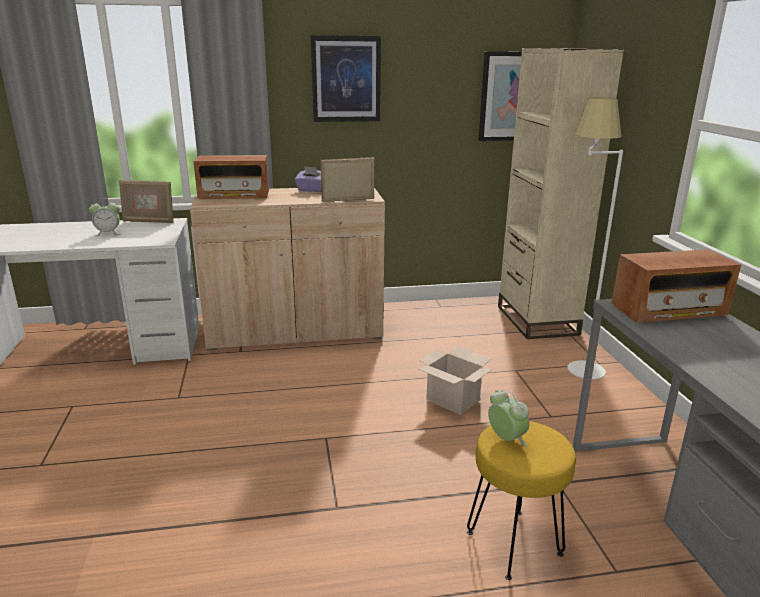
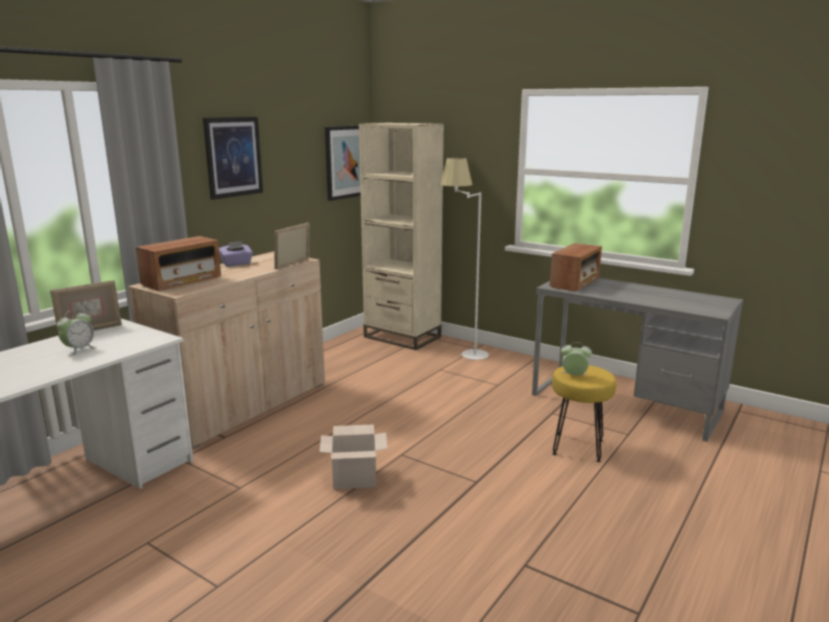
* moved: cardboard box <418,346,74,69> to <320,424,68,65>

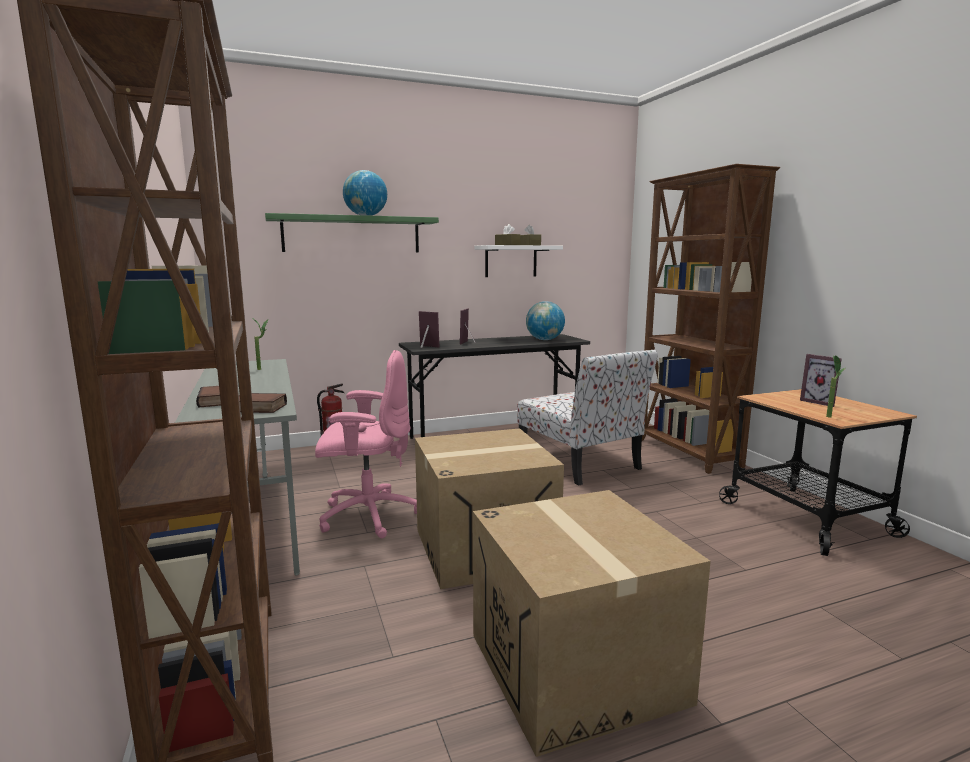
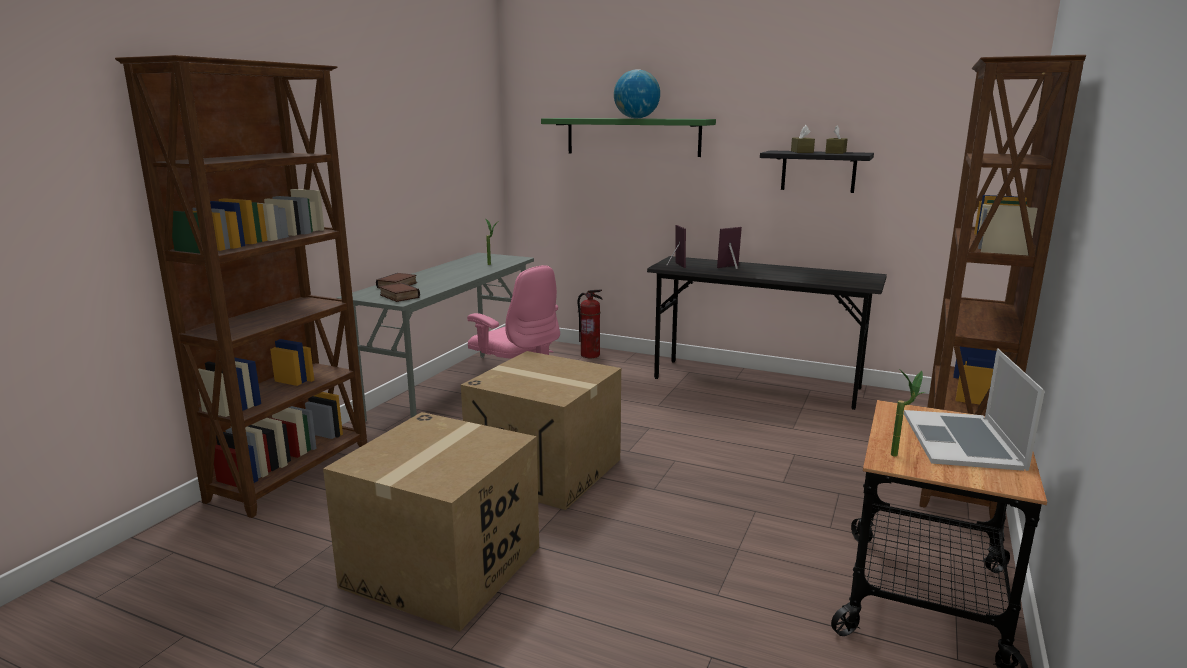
* recoloured: white shelf <474,245,89,32> to black shelf <760,150,114,43>
* removed: chair <517,350,141,135>
* removed: globe <526,301,39,39>
* replaced: picture frame <800,354,42,53> to laptop <904,348,141,123>

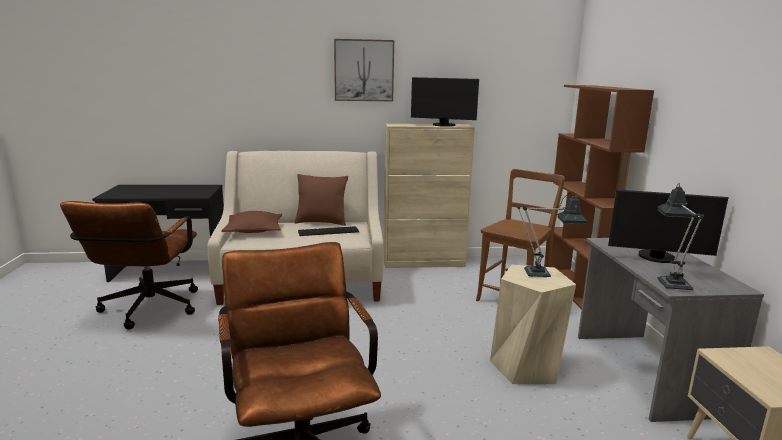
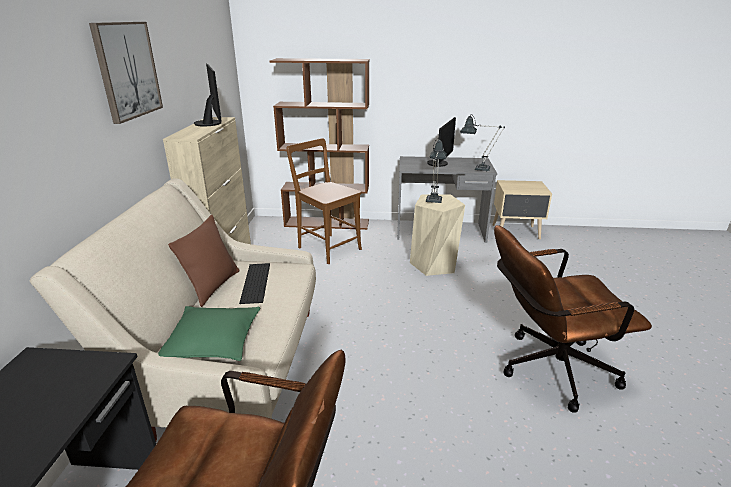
* recoloured: brown pillow <221,211,61,22> to green pillow <158,306,102,55>
* turned: monitor <411,77,68,50> = <194,64,28,62> 45 degrees counterclockwise

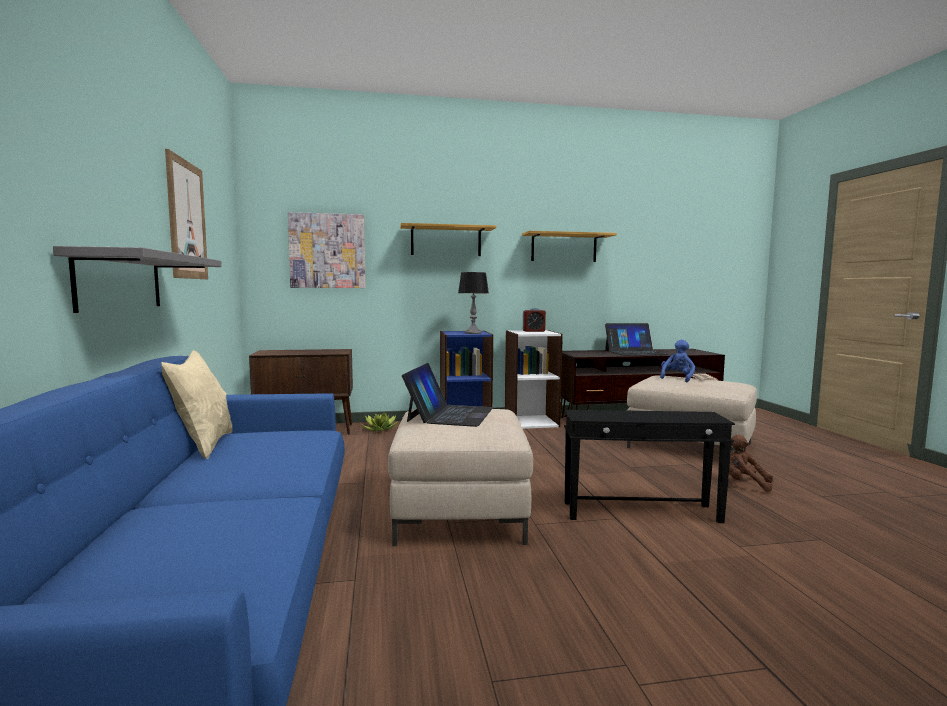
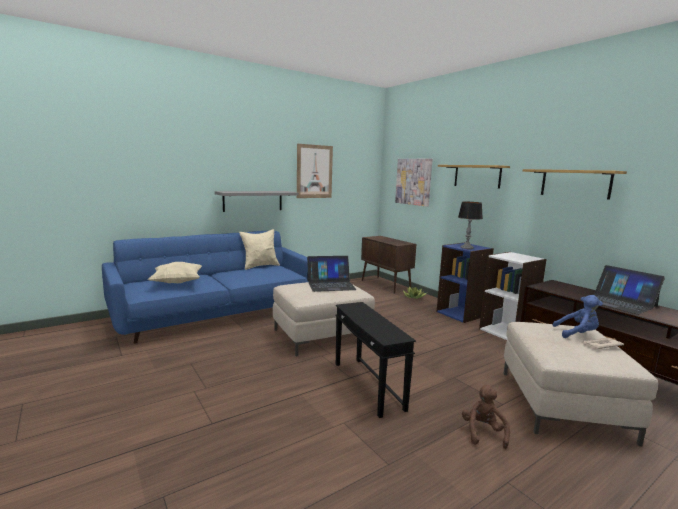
* removed: alarm clock <523,308,23,24>
* added: beige pillow <148,262,54,21>

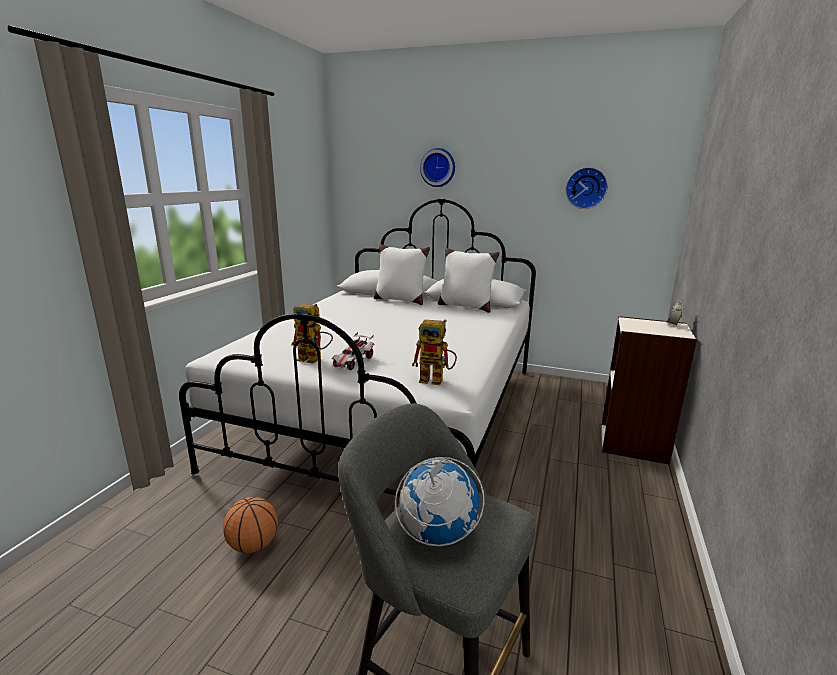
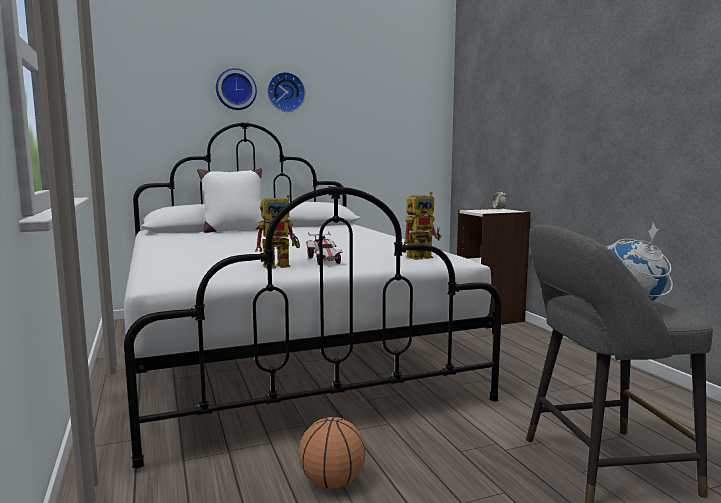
* removed: white pillow <438,248,61,65>
* moved: wall clock <565,167,43,42> to <267,72,39,40>

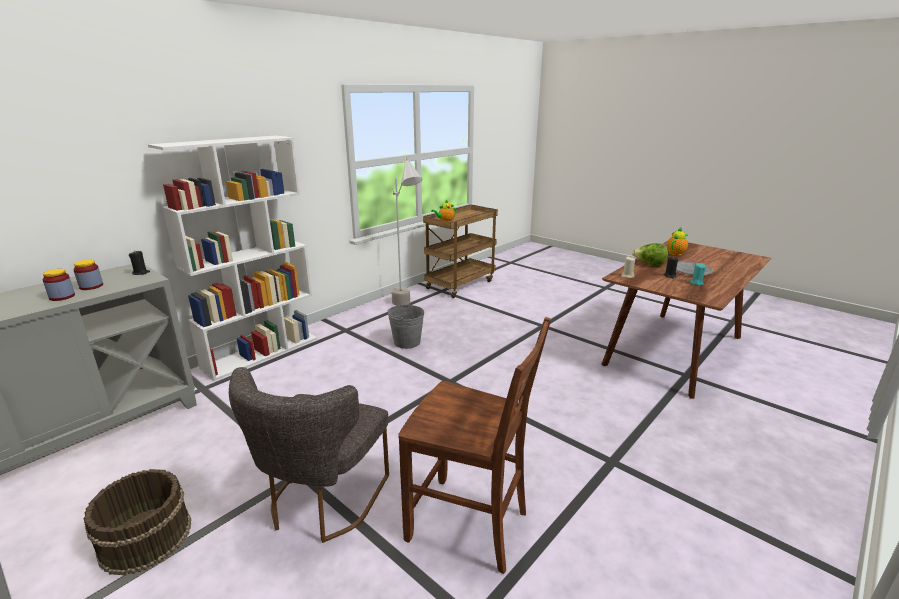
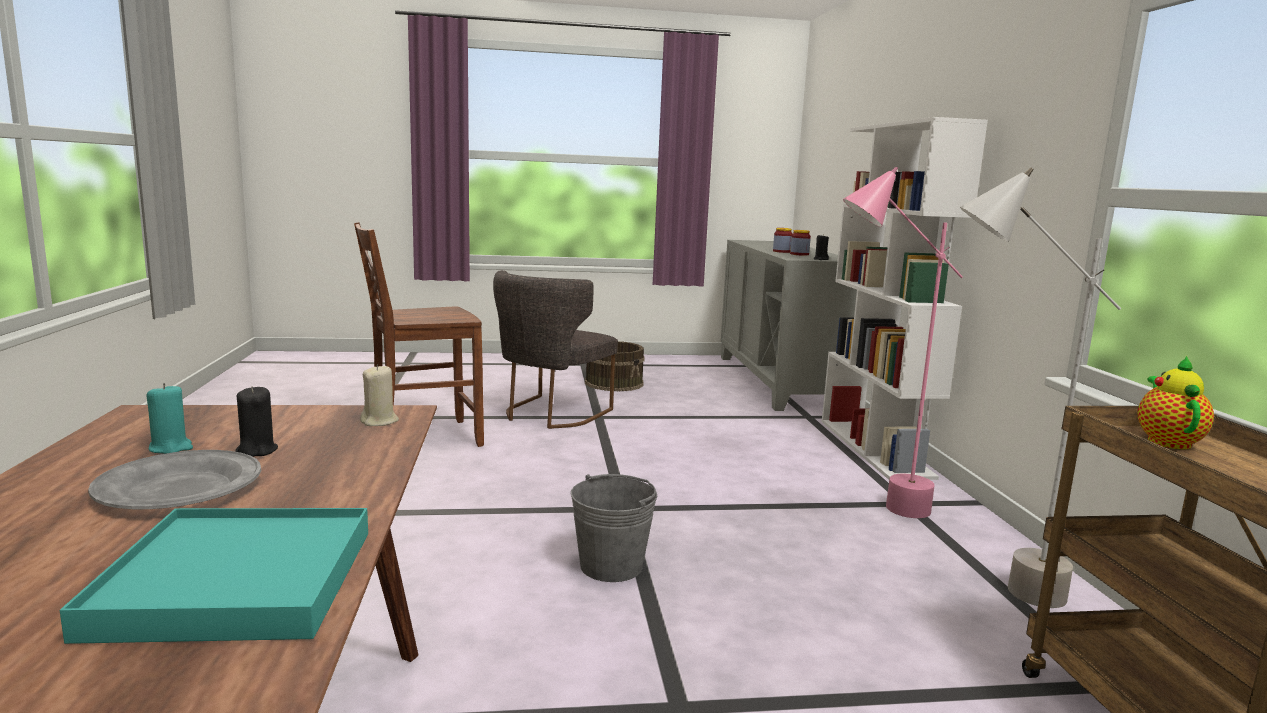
* turned: grey chair <229,367,160,176> = <493,270,125,159> 120 degrees counterclockwise
* moved: grey bucket <387,303,37,46> to <571,474,86,108>
* removed: lettuce <632,243,36,22>
* replaced: teapot <667,227,21,29> to turquoise tray <60,508,308,136>
* added: pink floor lamp <843,167,120,351>

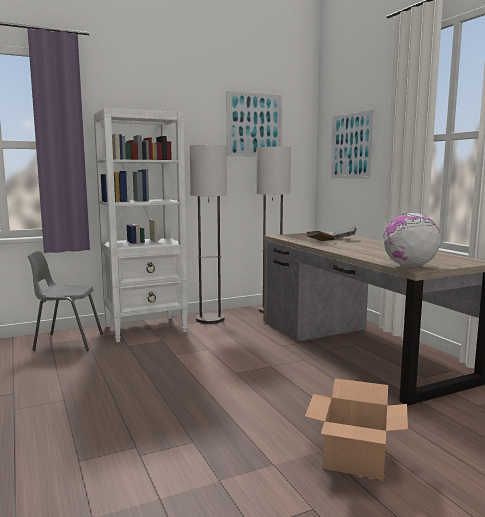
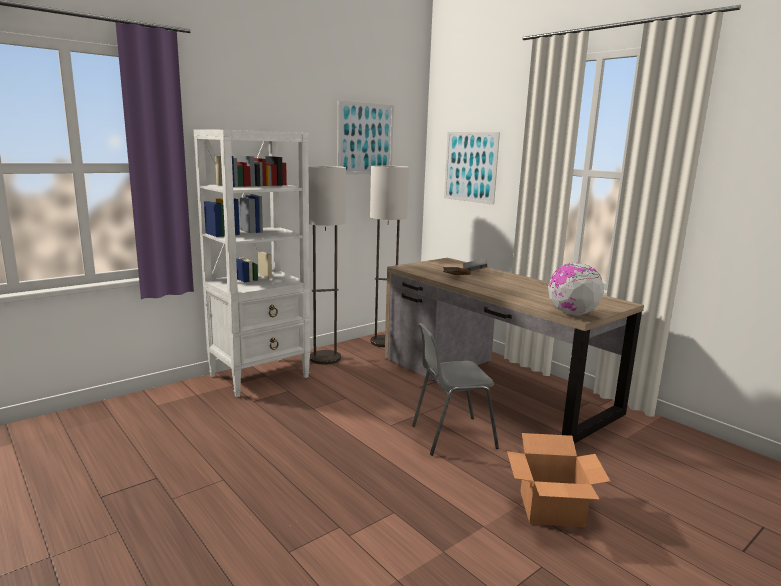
* moved: grey chair <27,251,76,100> to <412,323,87,133>

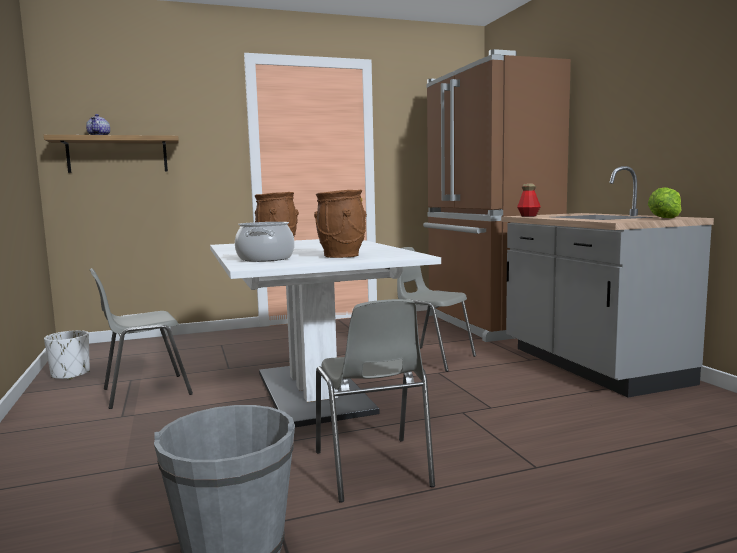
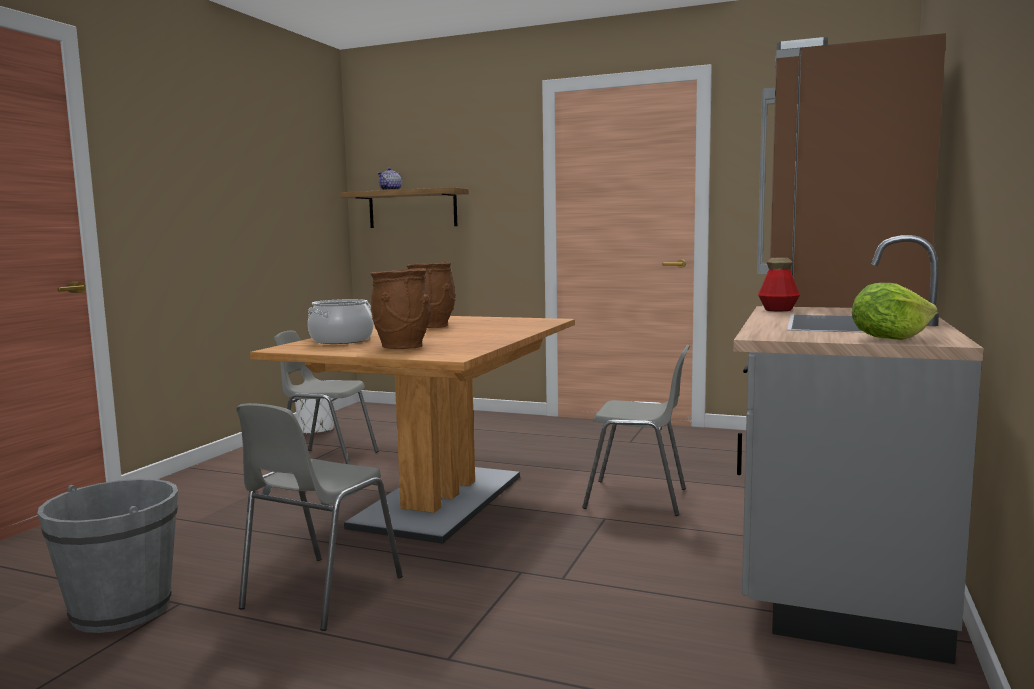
* recoloured: white dining table <210,239,231,188> to brown dining table <250,316,325,228>
* turned: grey chair <397,247,79,125> = <582,345,108,171> 120 degrees clockwise

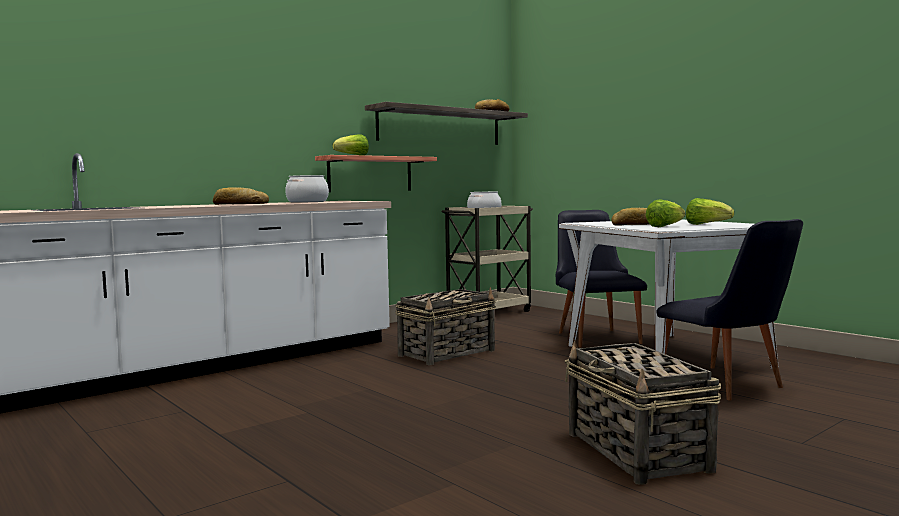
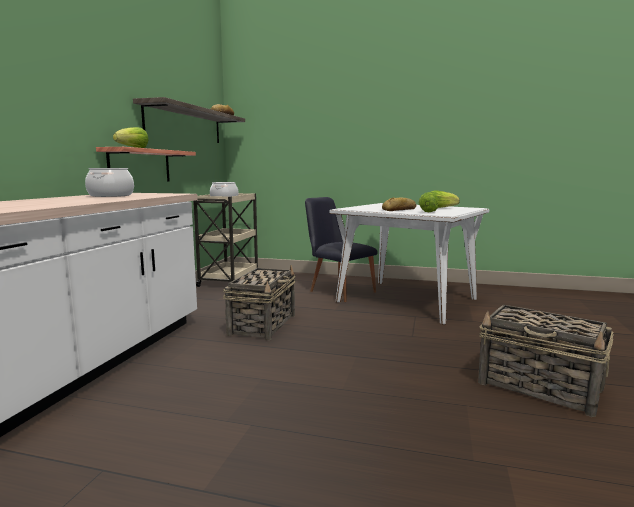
* removed: bread <213,187,56,18>
* removed: black chair <656,219,147,181>

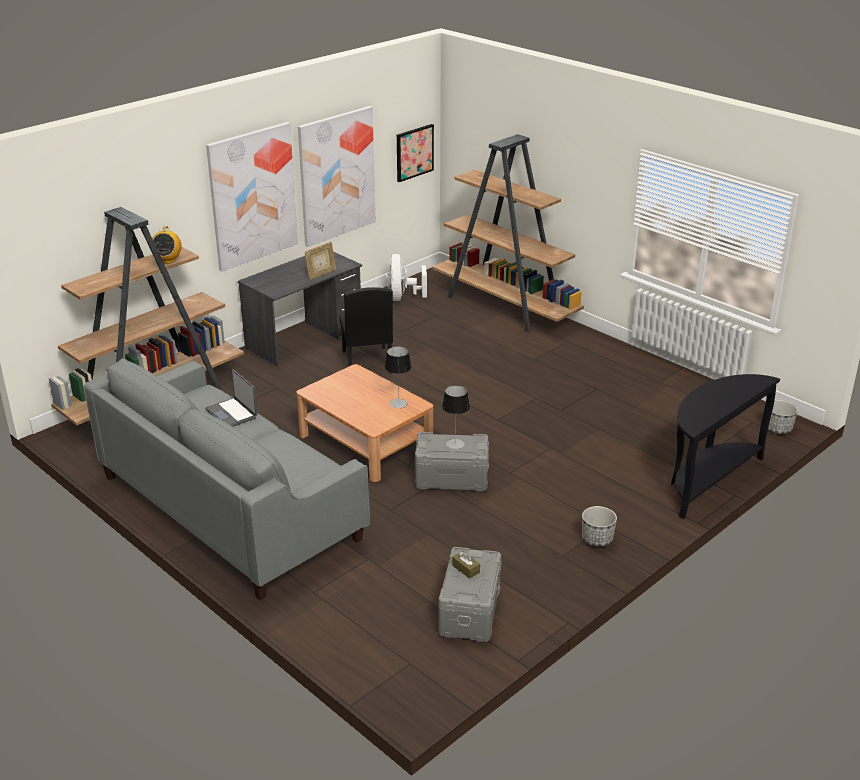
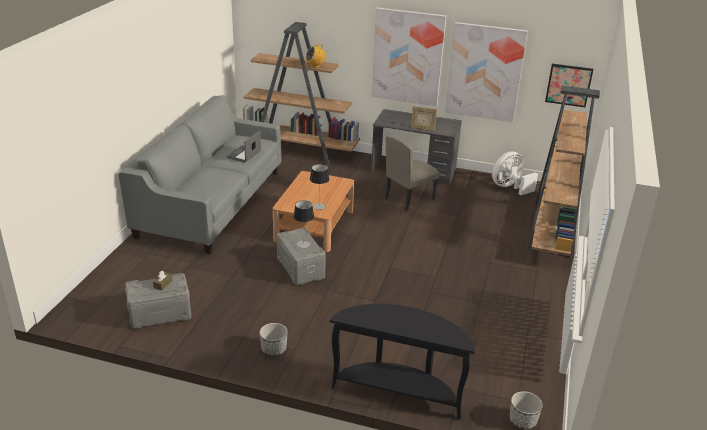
* recoloured: black chair <339,287,54,87> to beige chair <384,136,56,76>

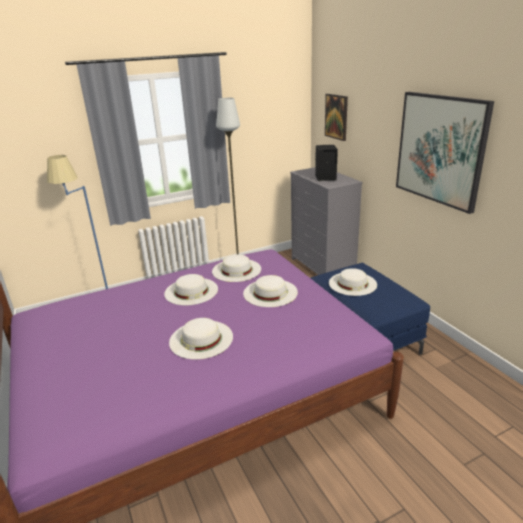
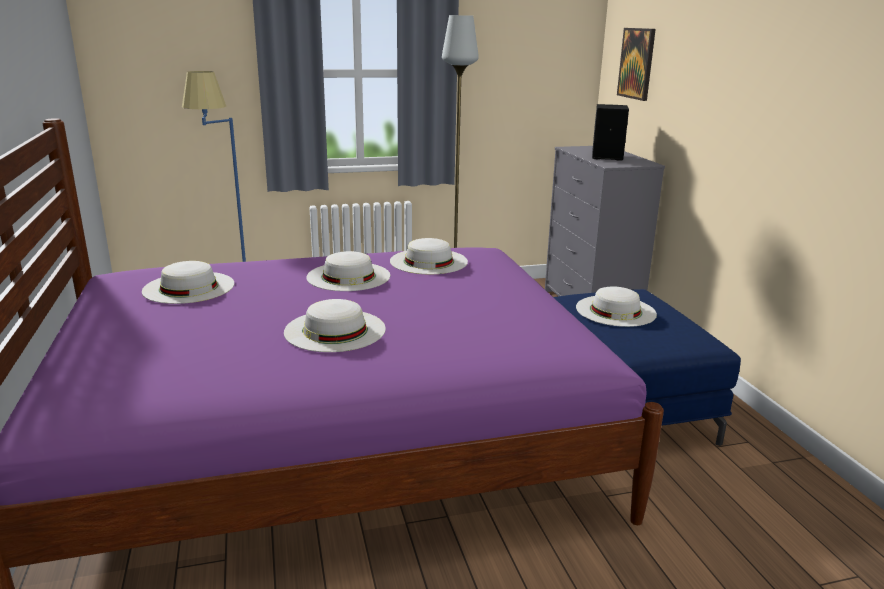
* moved: white hat <243,275,55,32> to <142,261,92,43>
* removed: picture <396,92,98,122>

